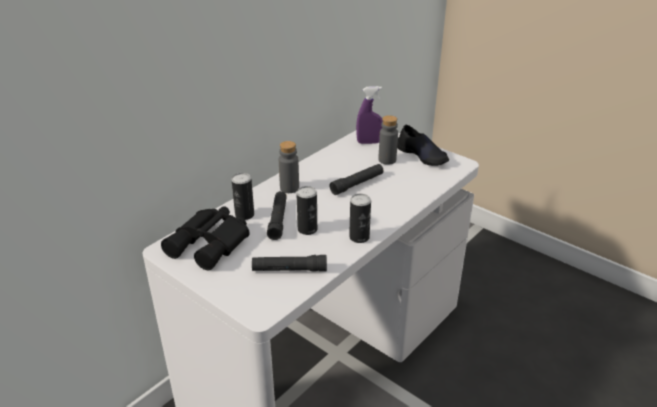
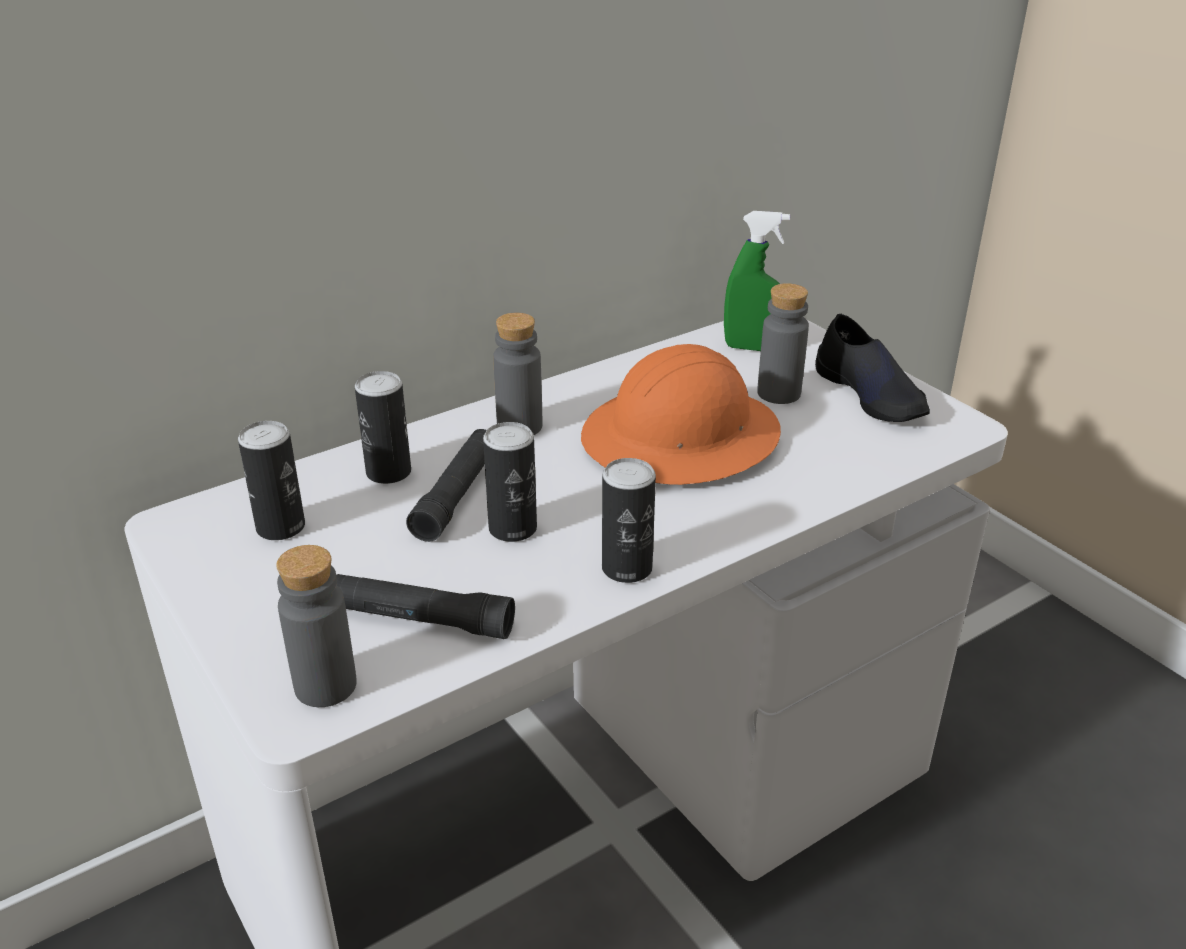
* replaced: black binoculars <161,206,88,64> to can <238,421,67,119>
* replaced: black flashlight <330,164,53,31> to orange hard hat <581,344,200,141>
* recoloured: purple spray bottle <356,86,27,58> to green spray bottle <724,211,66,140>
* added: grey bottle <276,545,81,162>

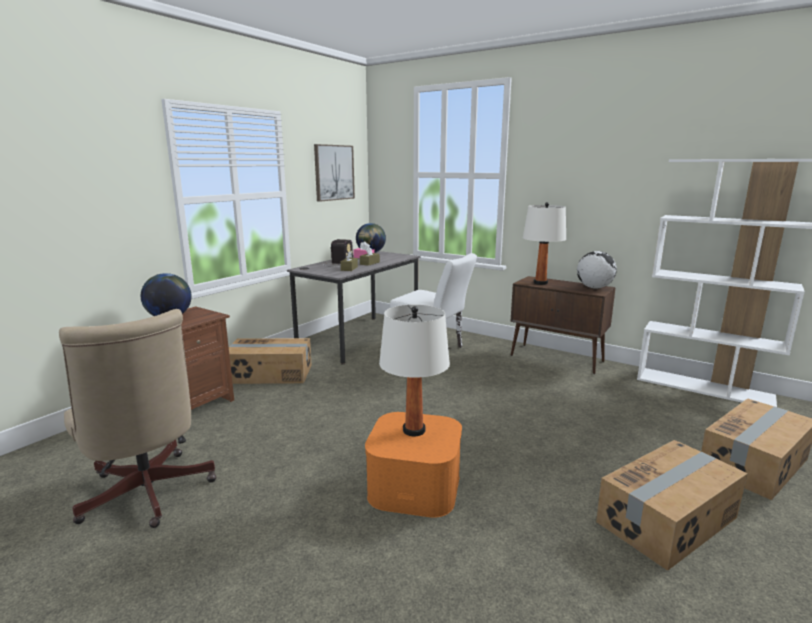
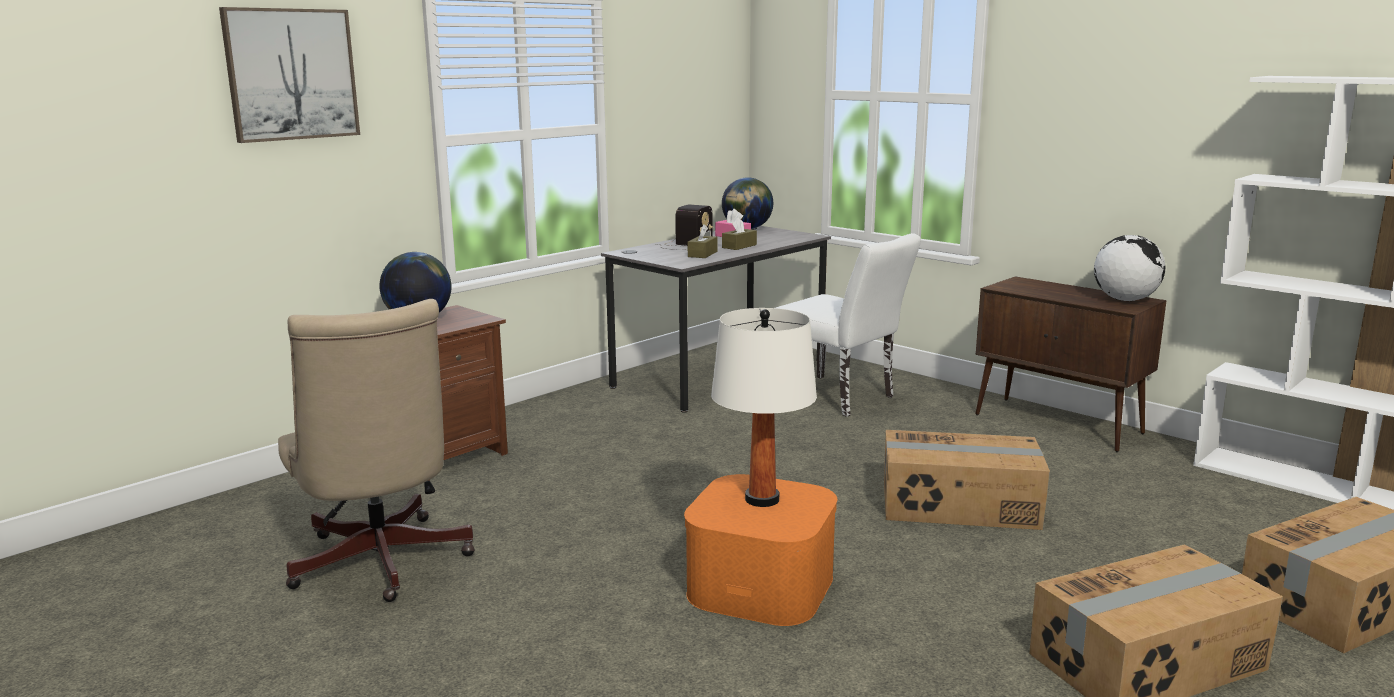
* moved: cardboard box <229,338,83,46> to <884,430,166,100>
* moved: picture <314,144,41,58> to <219,7,141,136>
* removed: white table lamp <523,202,43,83>

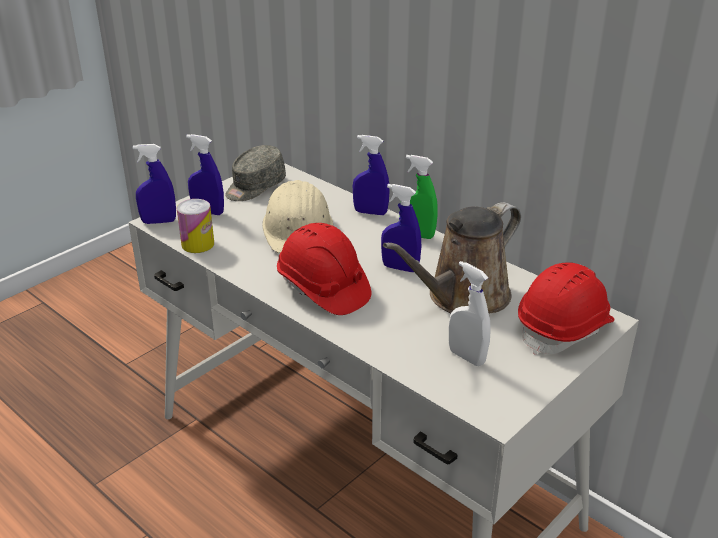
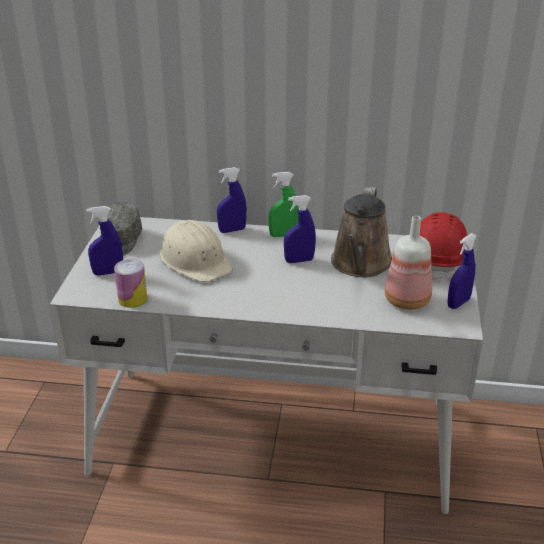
* moved: blue spray bottle <133,144,43,80> to <447,233,30,76>
* removed: red hard hat <277,223,94,92>
* replaced: white spray bottle <449,261,42,105> to bottle <385,216,47,94>

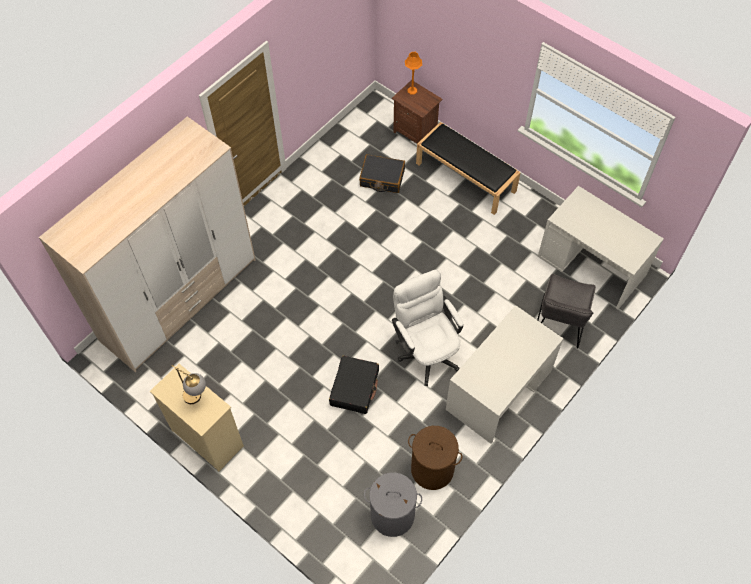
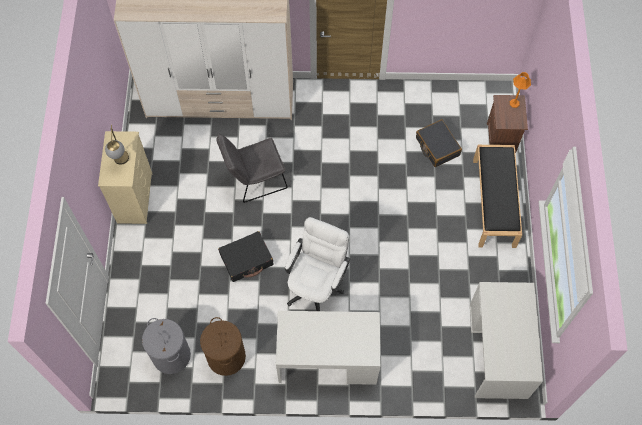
* moved: grey chair <537,274,59,75> to <216,133,71,70>

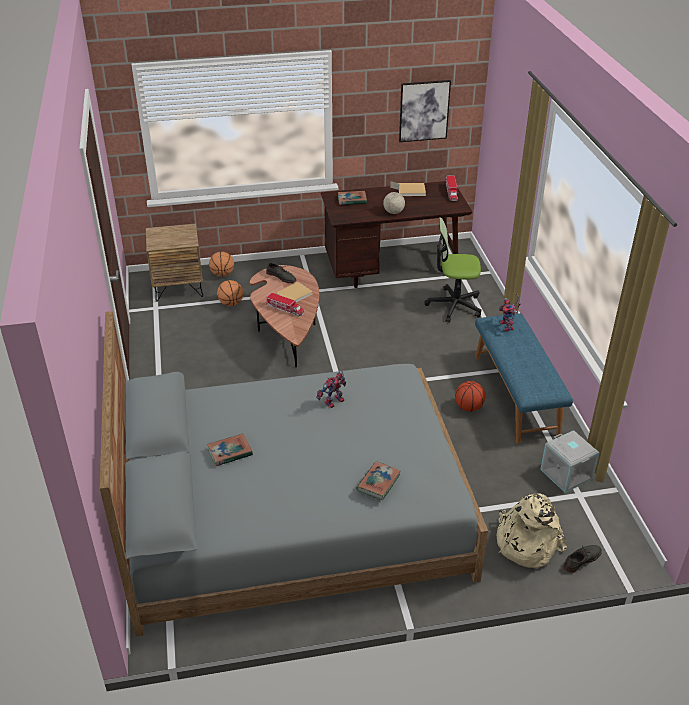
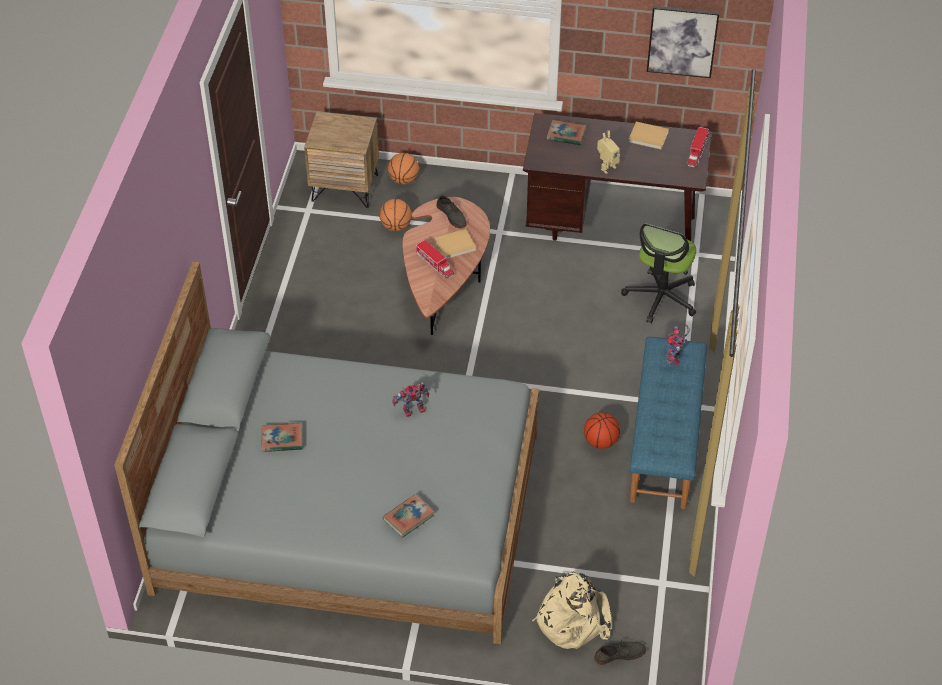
* replaced: globe <383,181,22,33> to toy robot <597,131,23,43>
* turned: office chair <424,217,57,106> = <621,223,75,100> 90 degrees counterclockwise
* removed: grey storage box <540,430,60,63>

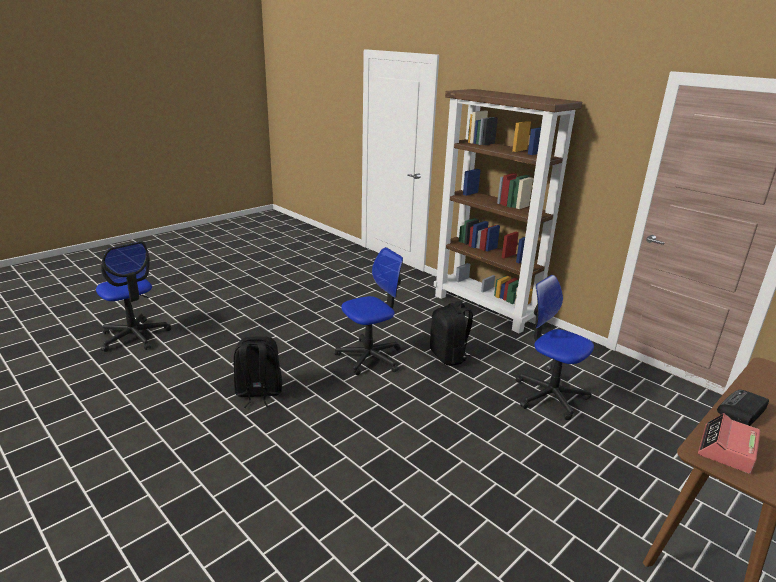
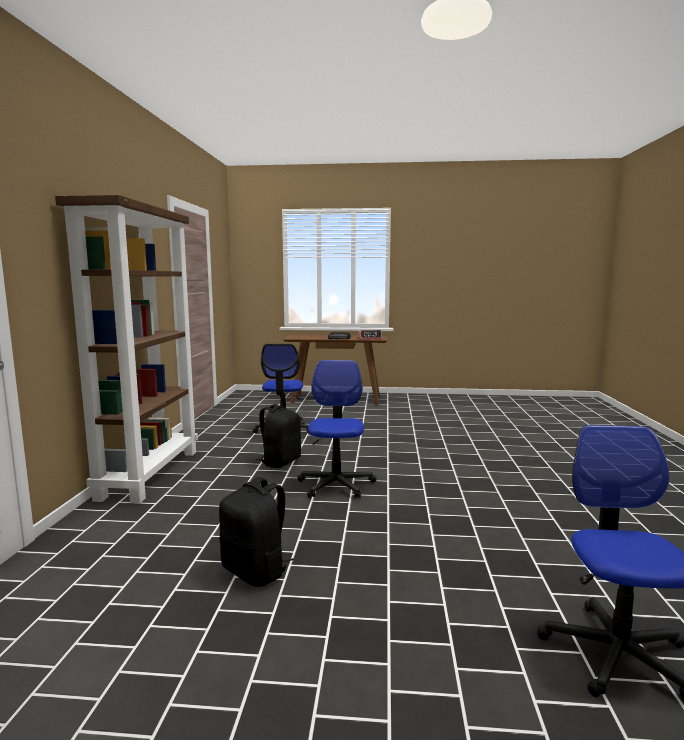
* moved: black backpack <234,336,48,72> to <219,477,75,110>
* turned: office chair <335,247,68,128> = <298,360,78,138> 75 degrees clockwise

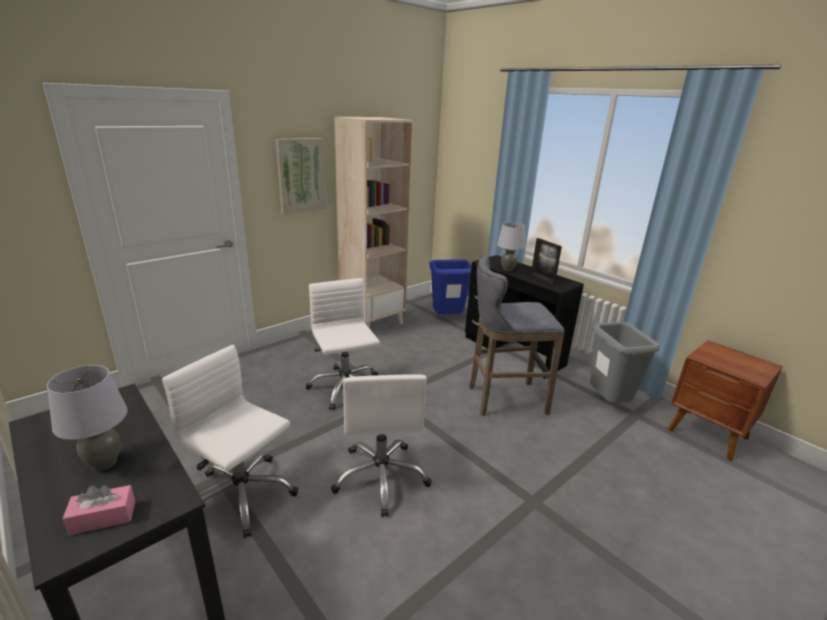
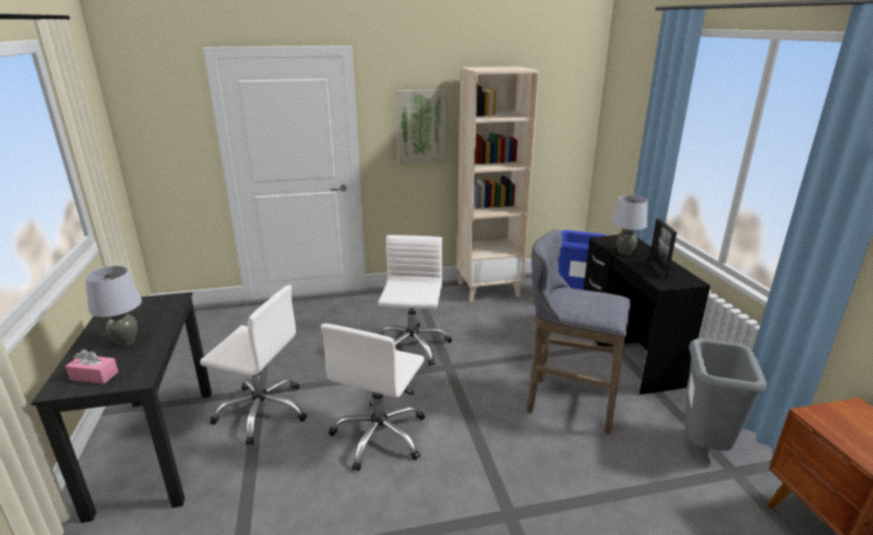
* turned: white office chair <162,345,136,194> = <200,285,107,160> 135 degrees clockwise

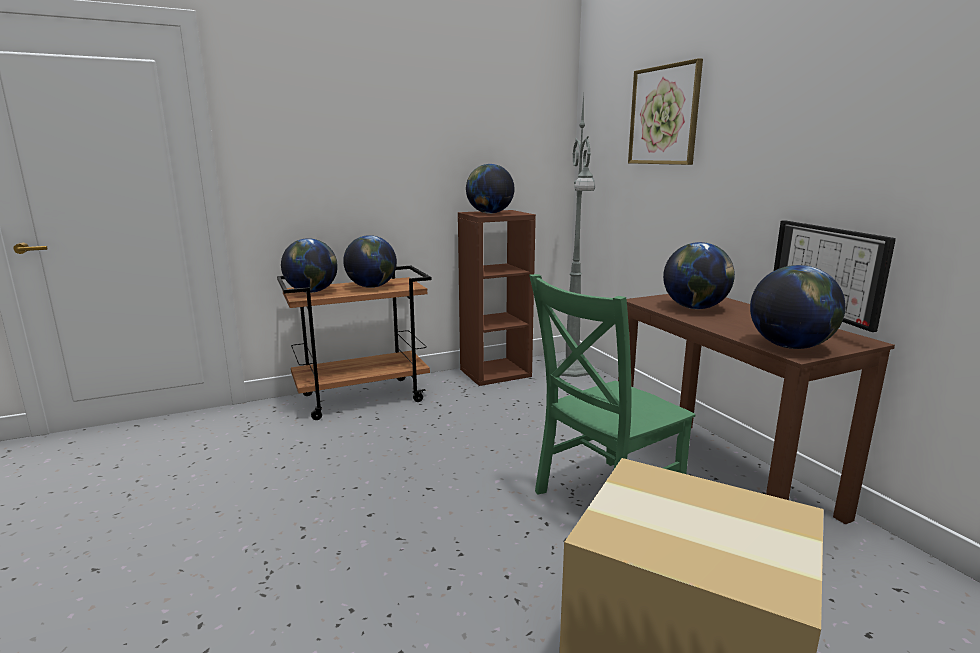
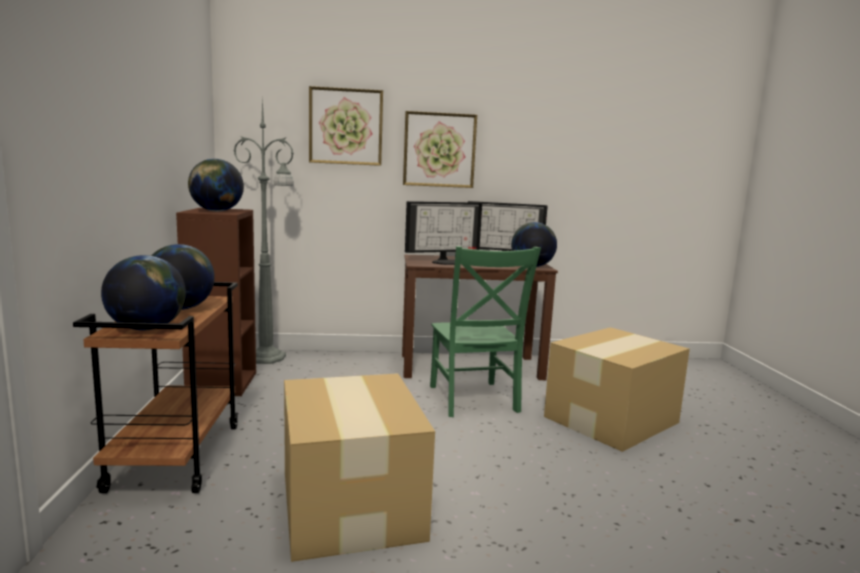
* replaced: globe <663,242,72,67> to monitor <405,201,77,64>
* added: cardboard box <284,373,151,189>
* added: picture <403,111,74,77>

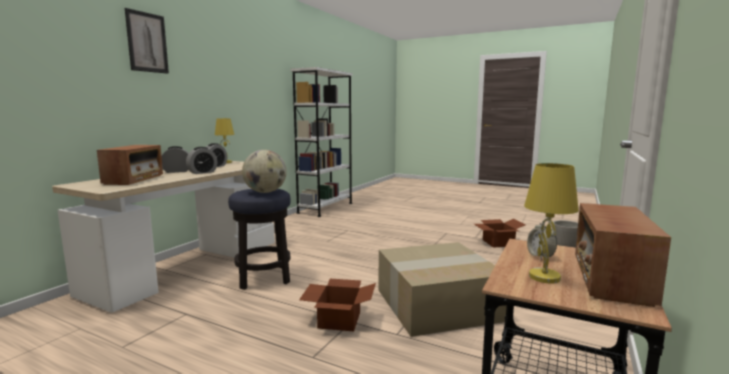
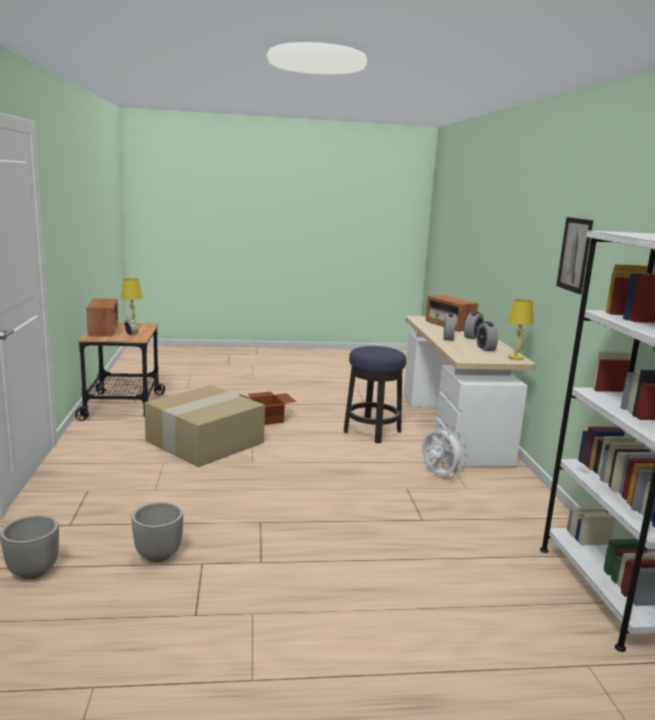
* moved: picture <125,8,44,66> to <556,217,37,77>
* removed: globe <242,150,45,43>
* replaced: cardboard box <474,219,52,29> to planter <131,502,52,60>
* added: white fan <422,425,46,52>

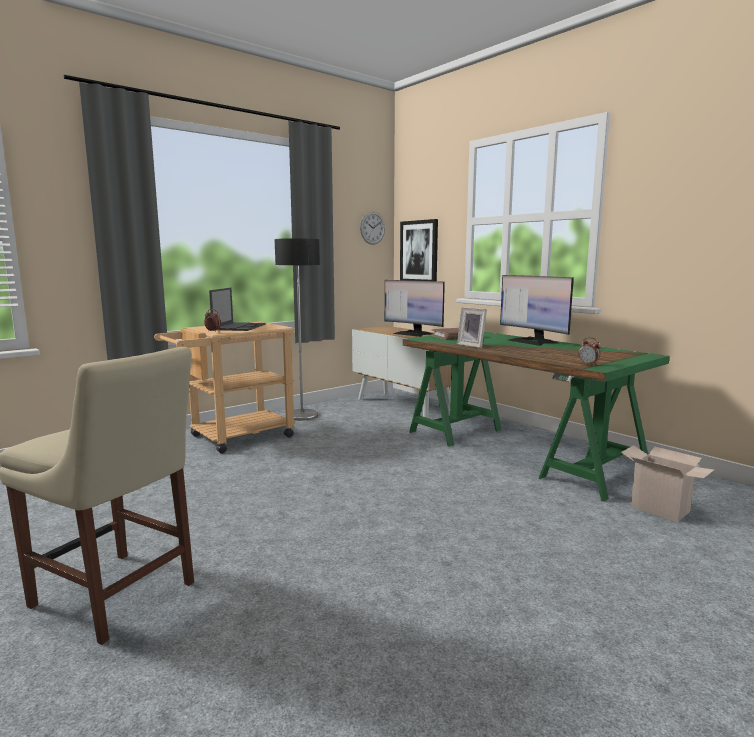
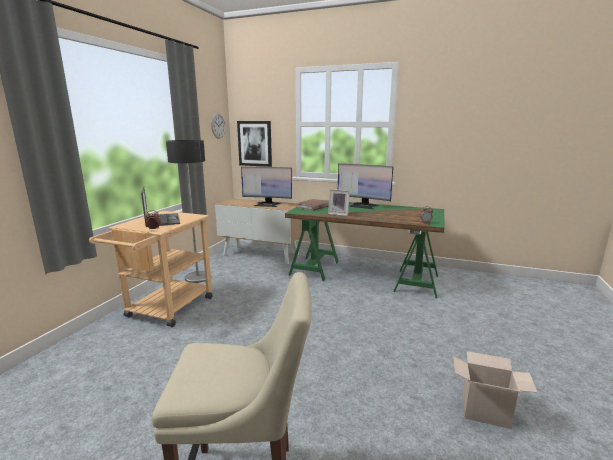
* moved: cardboard box <621,445,93,77> to <453,351,85,78>

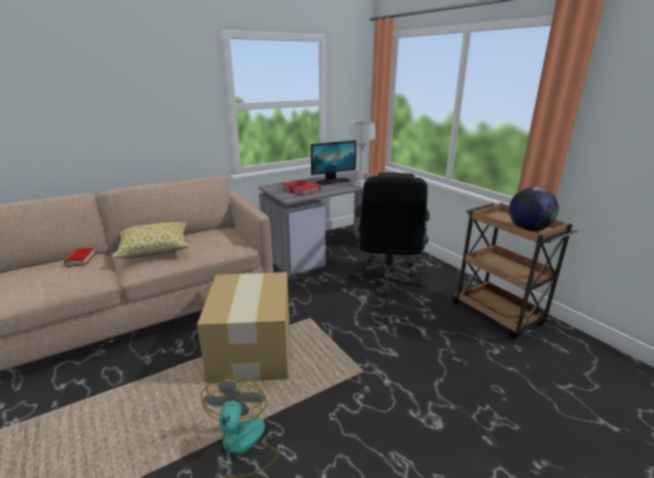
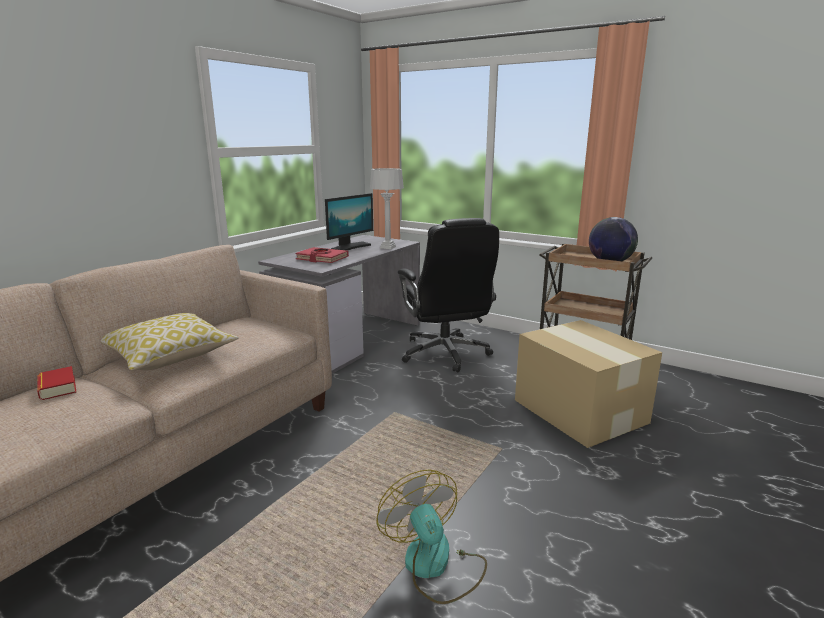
* moved: cardboard box <197,272,92,111> to <515,320,147,128>

